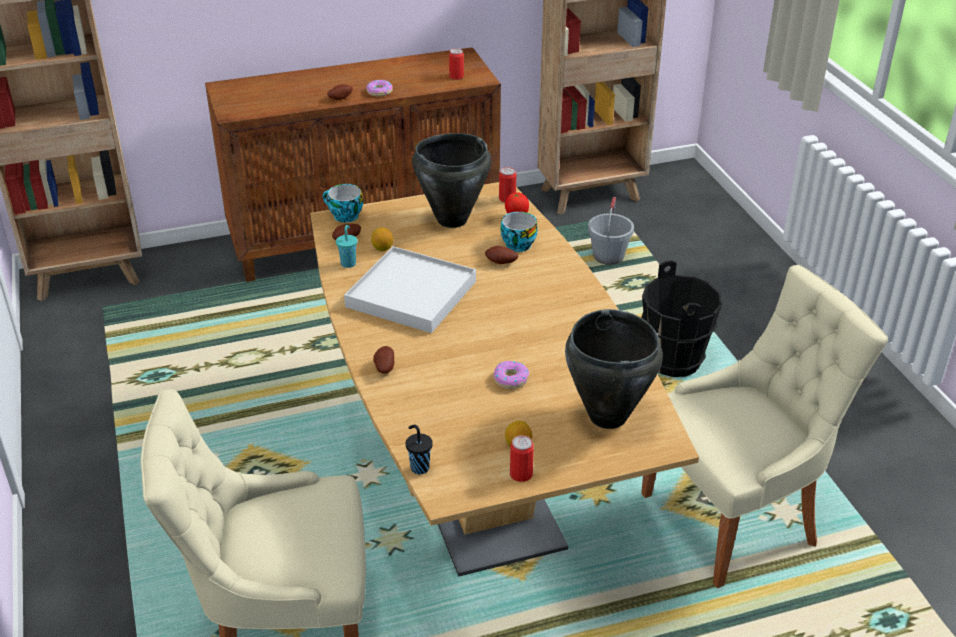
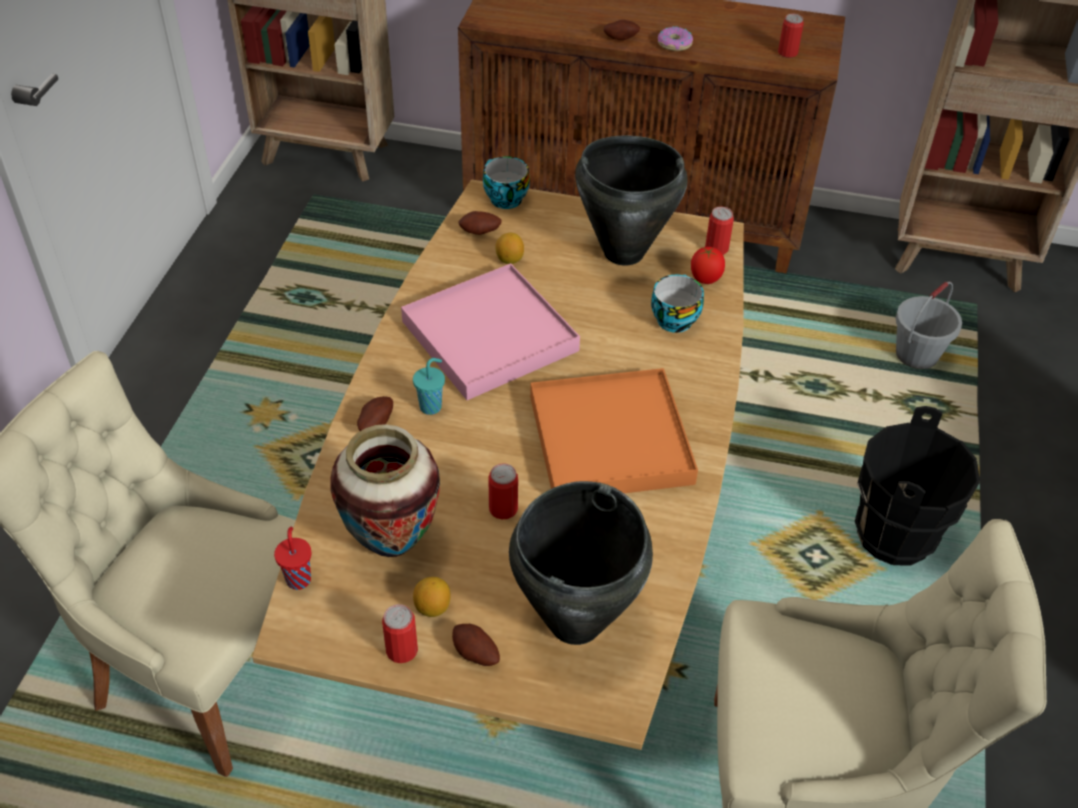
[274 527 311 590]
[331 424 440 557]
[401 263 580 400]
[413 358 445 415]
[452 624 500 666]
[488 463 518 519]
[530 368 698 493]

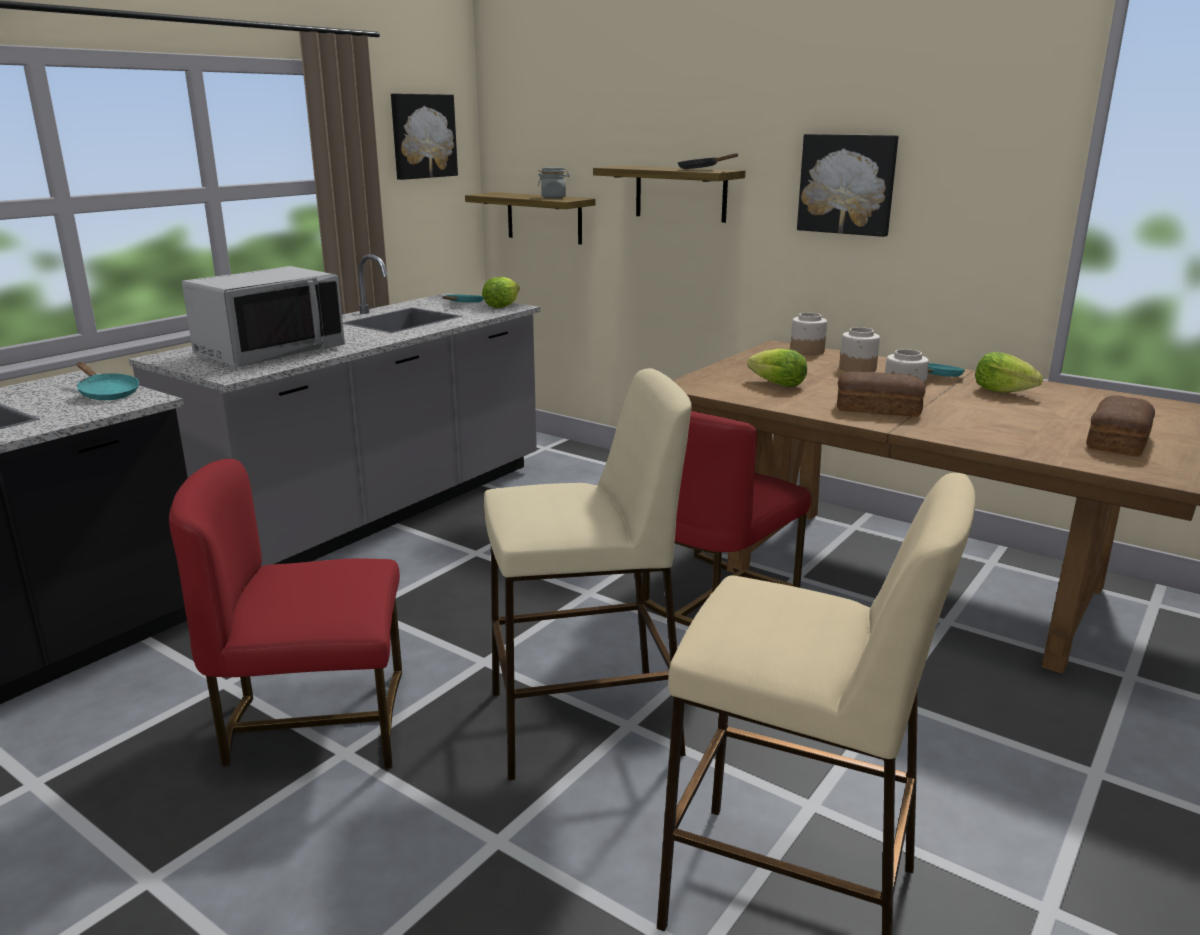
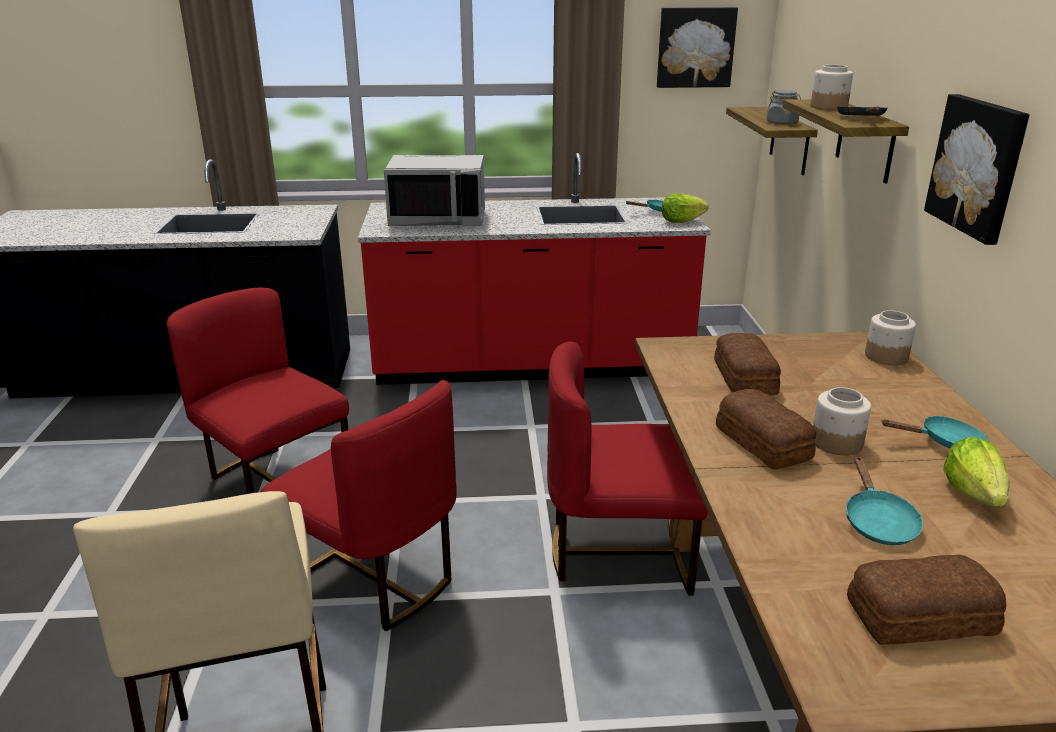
[261 380 457 631]
[358 153 711 385]
[714 333 781 396]
[811 65 853 110]
[846 455 923 545]

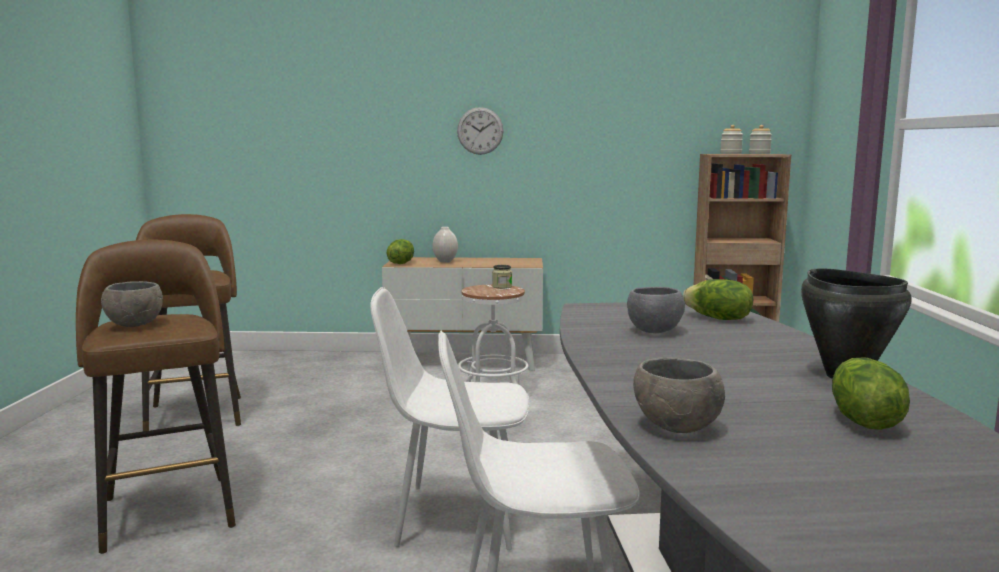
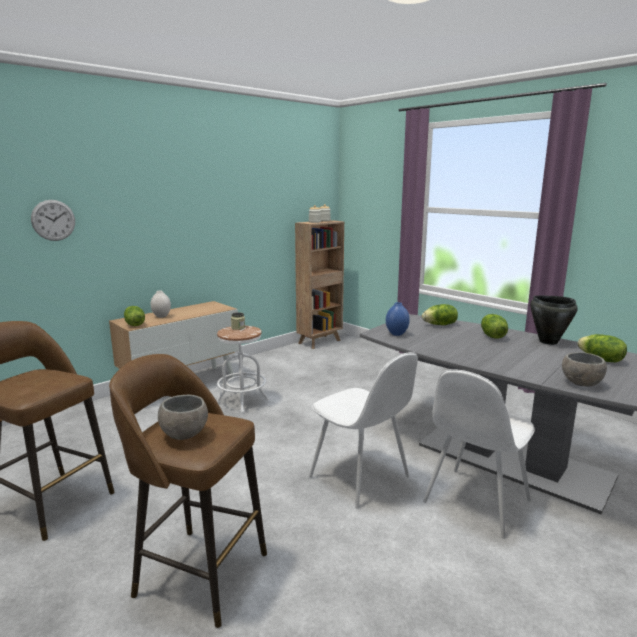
[31 200 75 241]
[309 352 418 508]
[386 302 410 336]
[481 314 508 339]
[627 287 685 333] (first image)

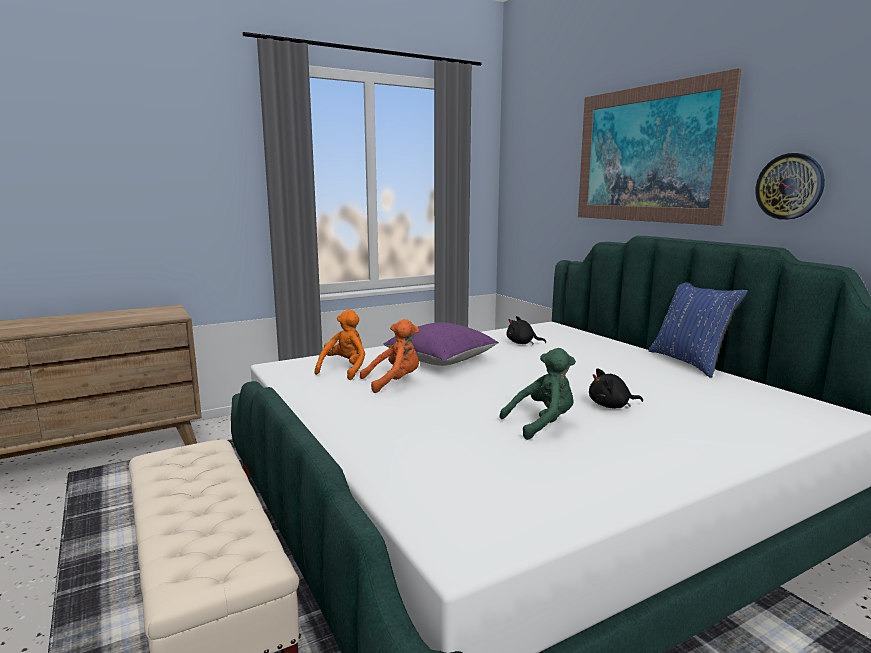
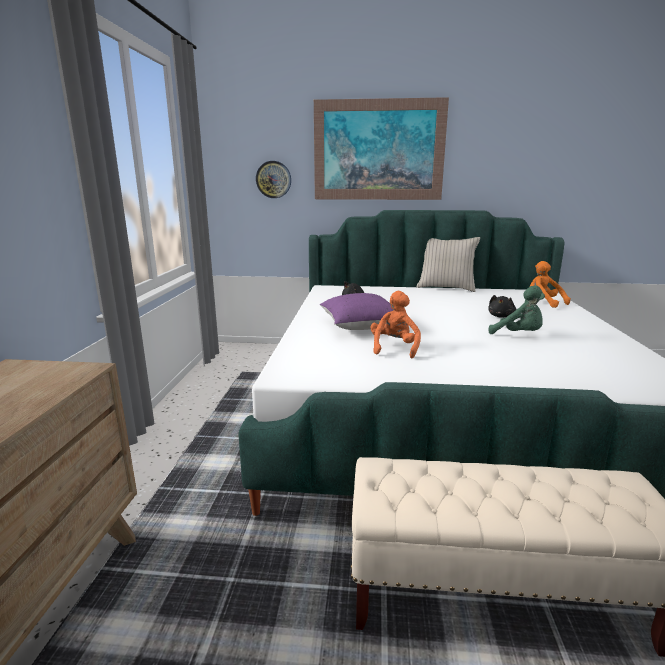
[256 161 291 198]
[417 237 480 292]
[489 285 545 334]
[530 261 571 308]

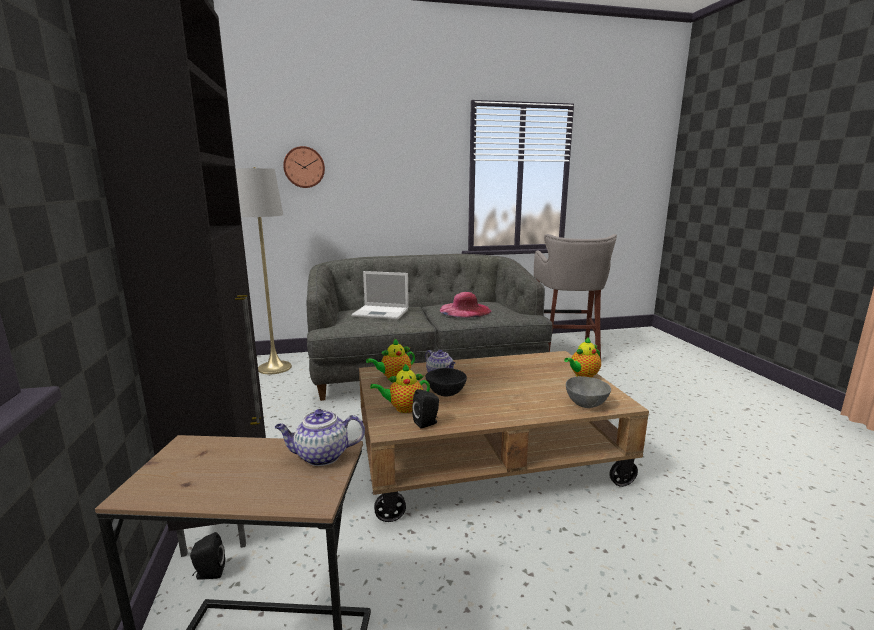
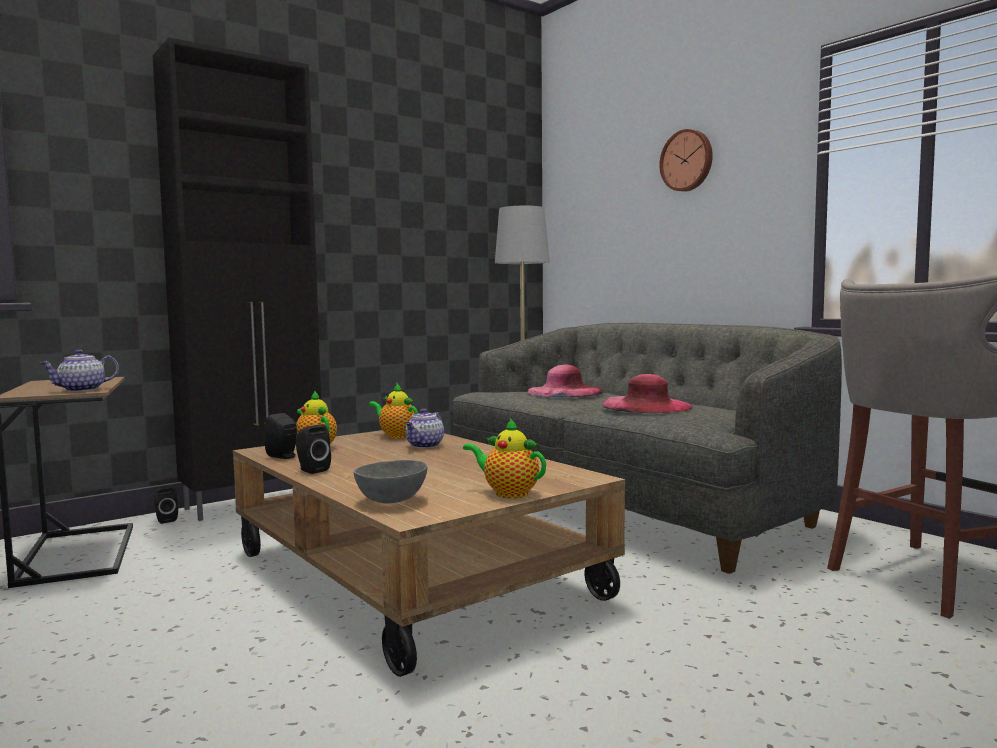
[40 349 119 392]
[296 424 331 474]
[527 365 604 397]
[659 129 713 192]
[426 368 467 397] (first image)

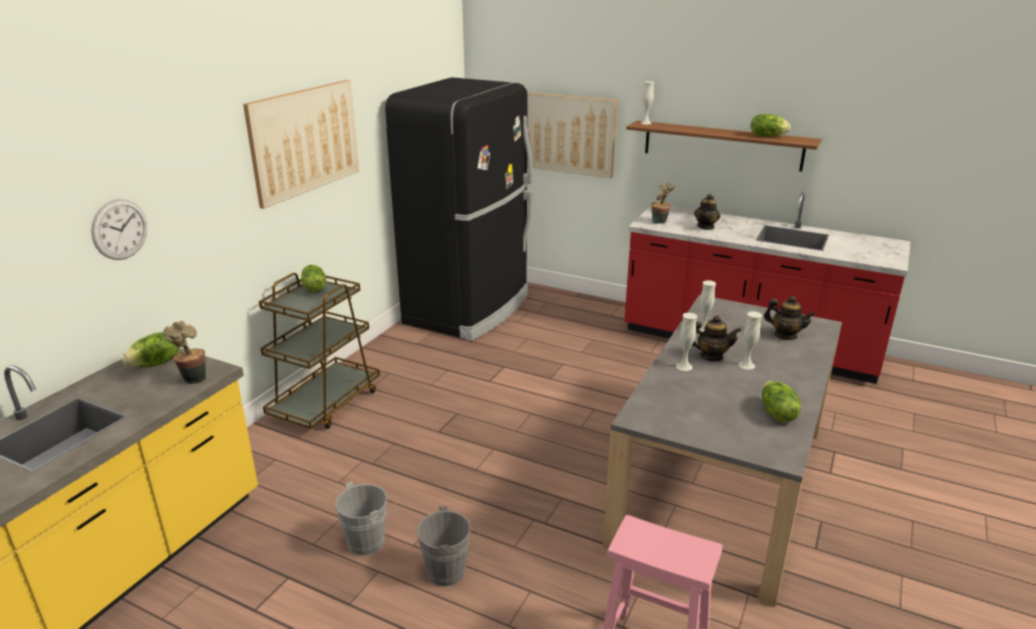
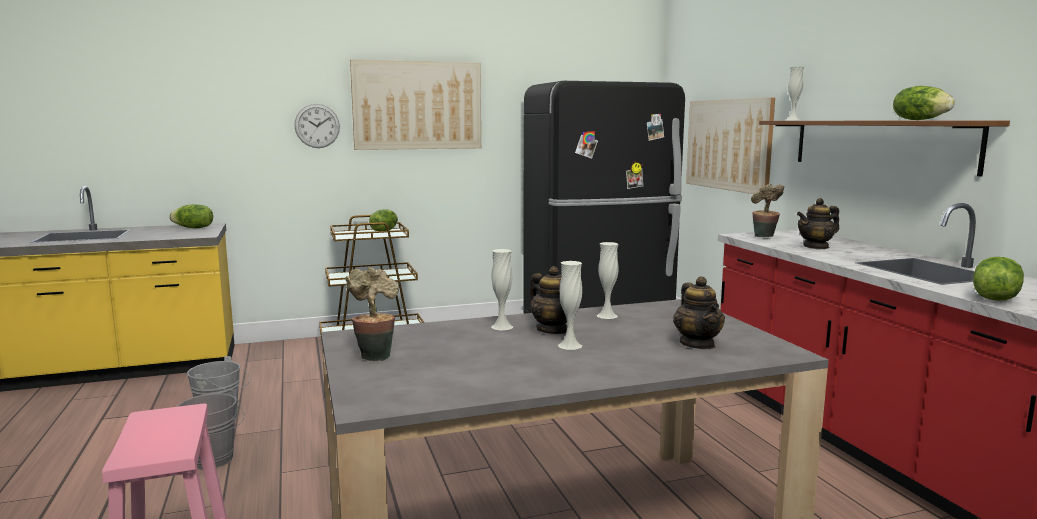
[294 104 340 148]
[345 267 399 361]
[973 257 1024 301]

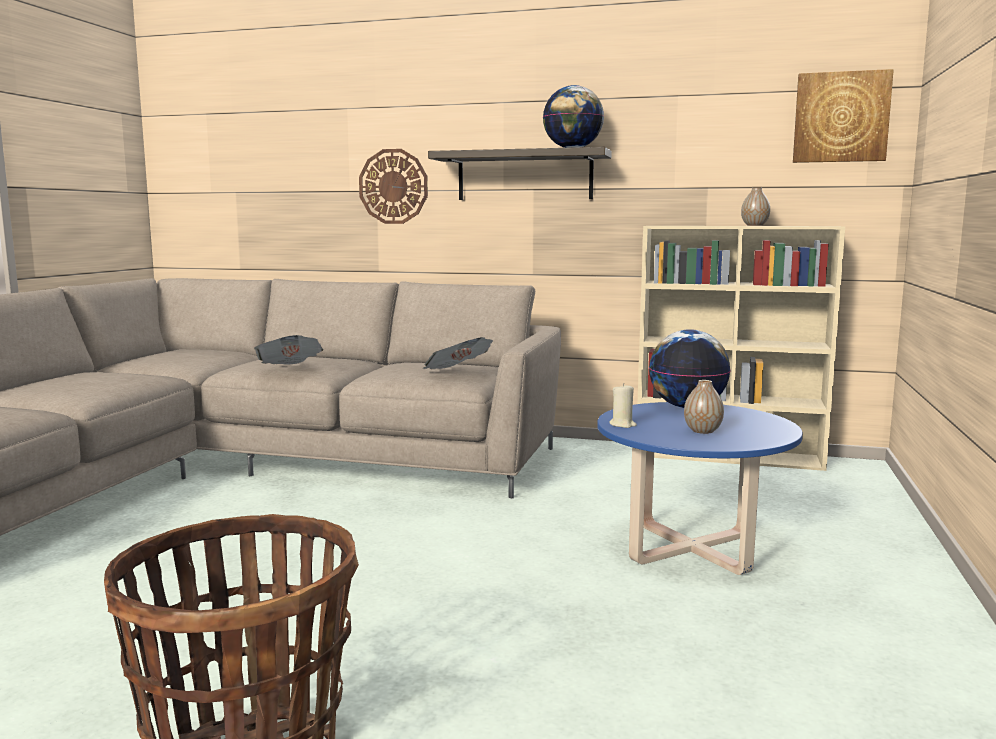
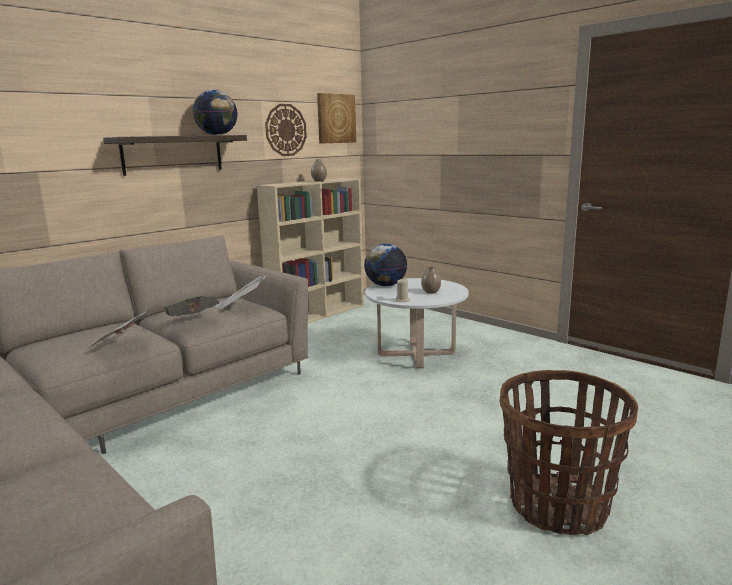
[164 296 219 316]
[265 104 307 156]
[365 278 469 369]

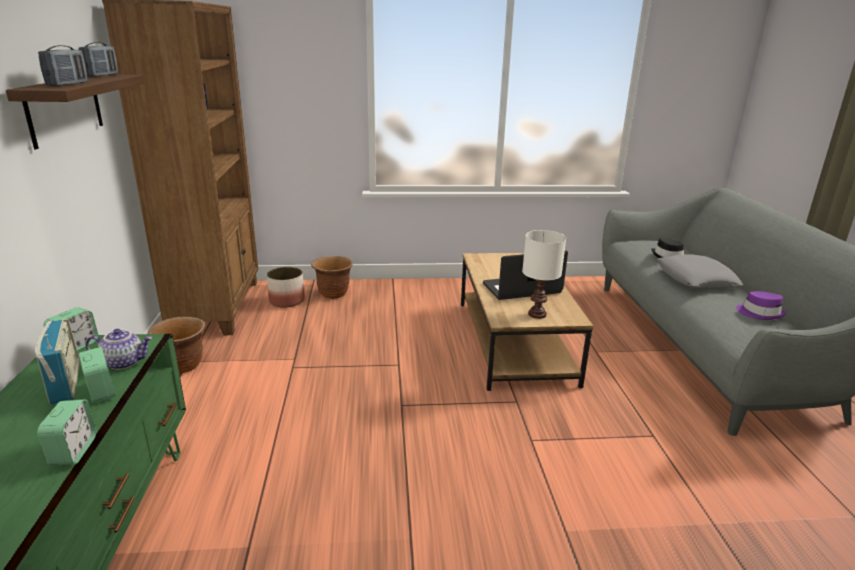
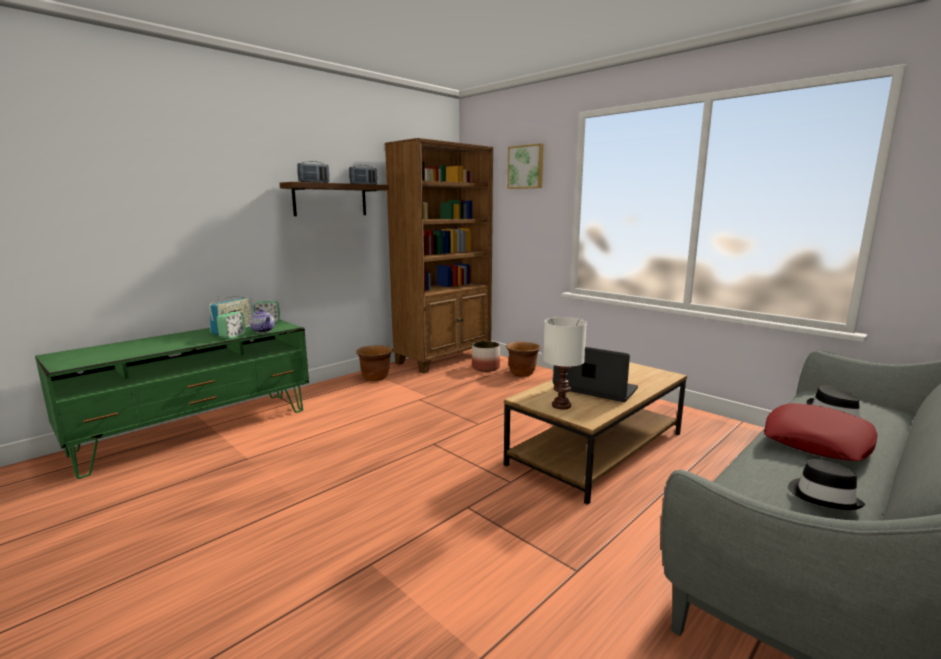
[507 143 544 189]
[764 403 878 461]
[788 459 865 510]
[37 400 96 466] (first image)

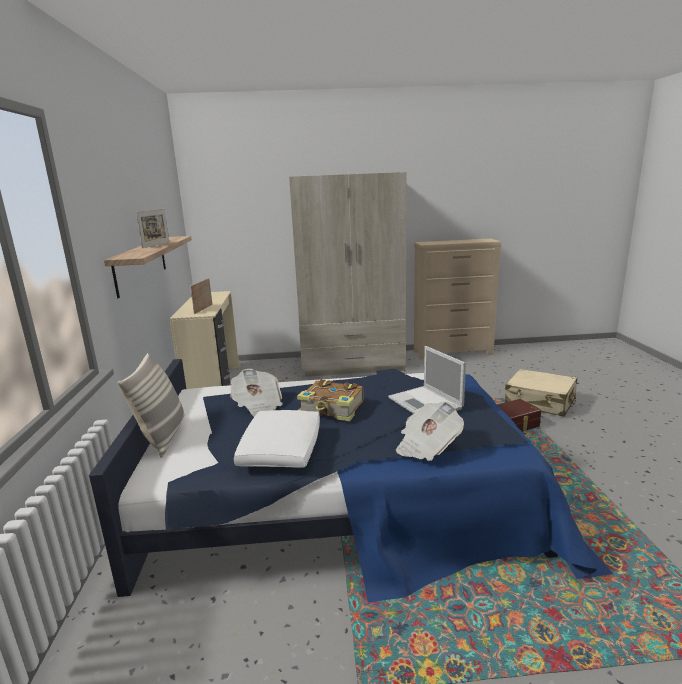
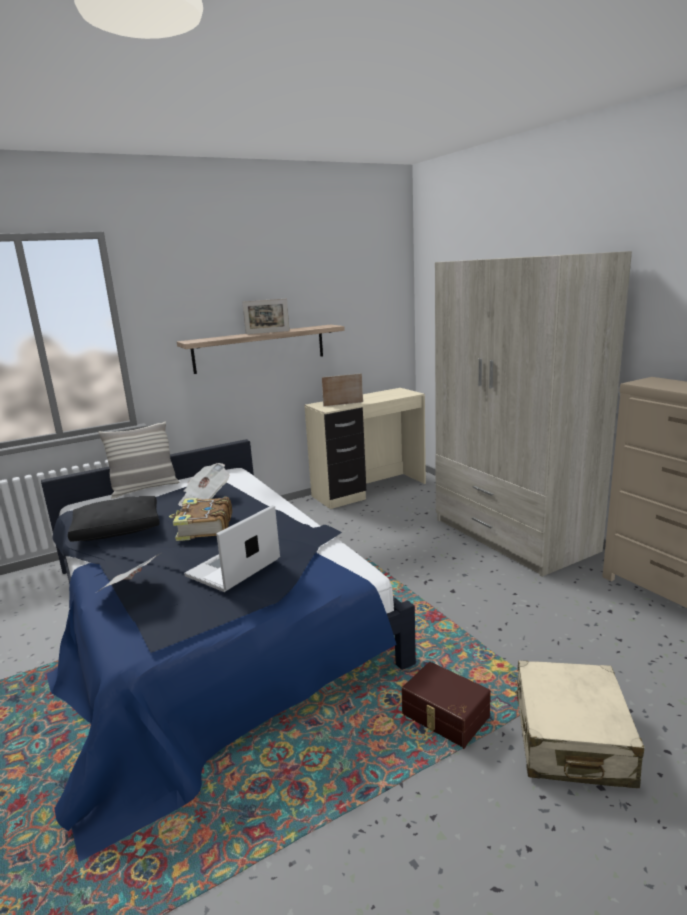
[68 496 160 541]

